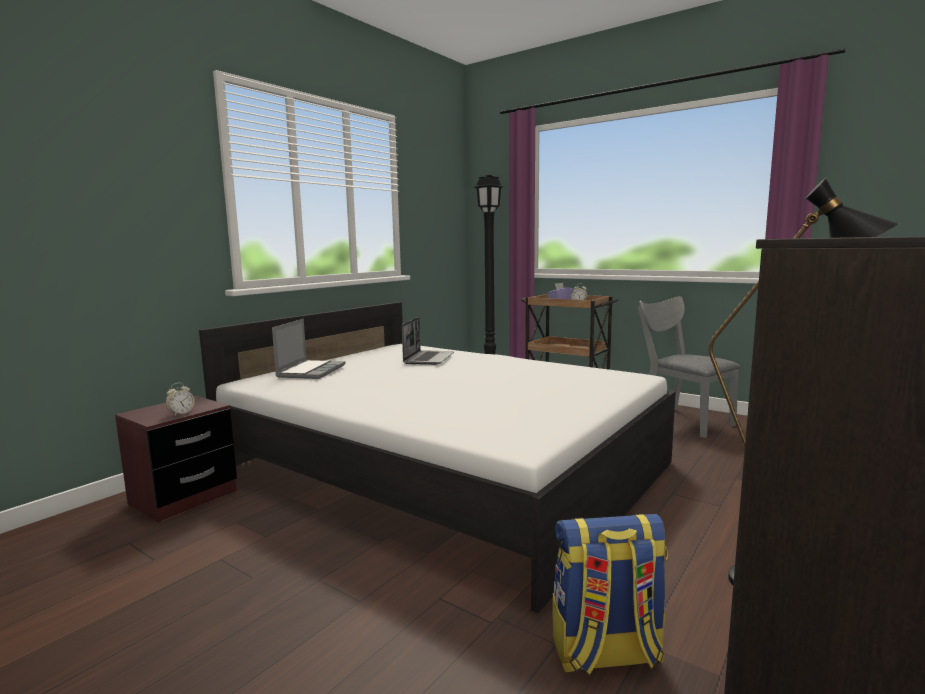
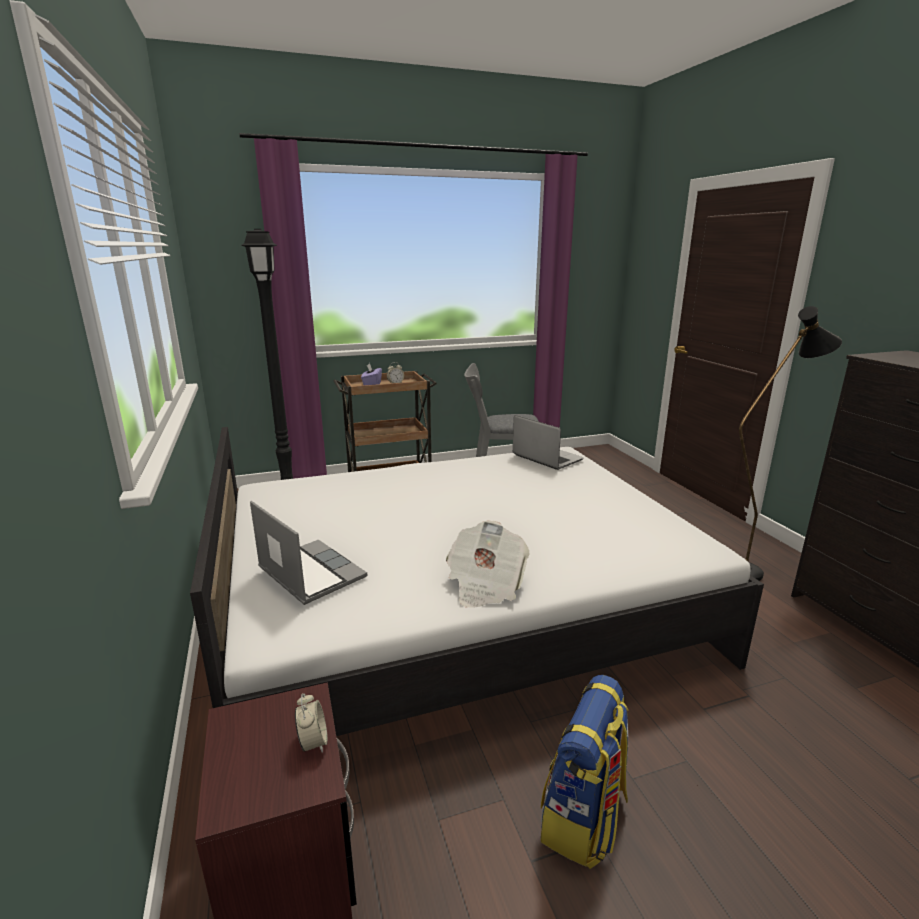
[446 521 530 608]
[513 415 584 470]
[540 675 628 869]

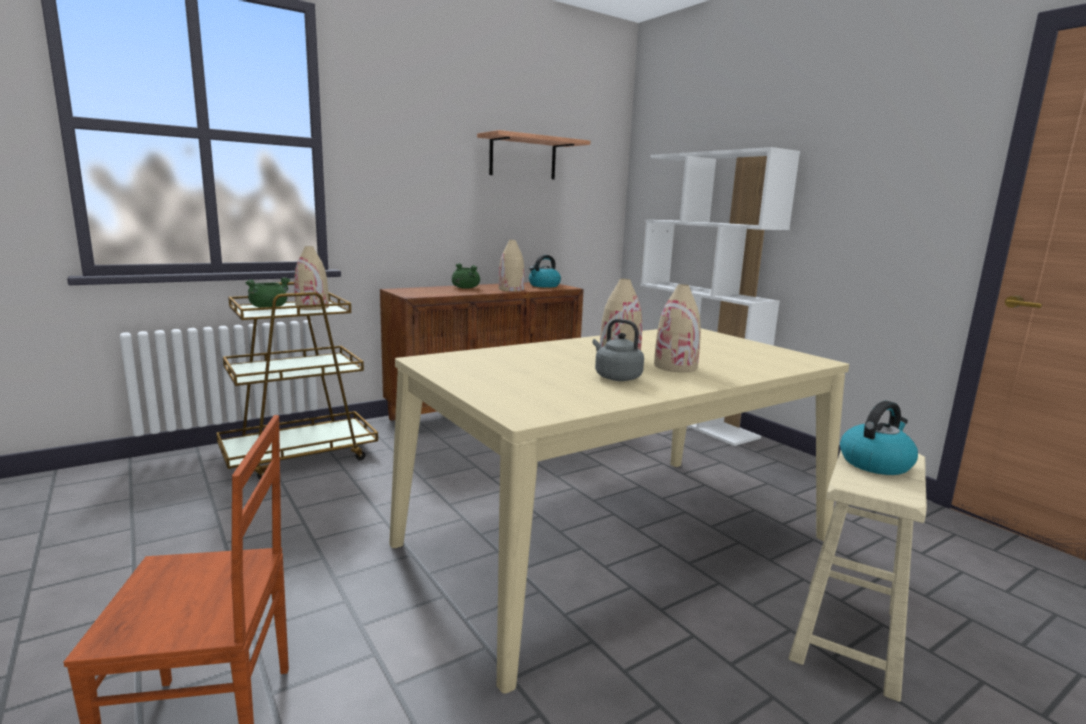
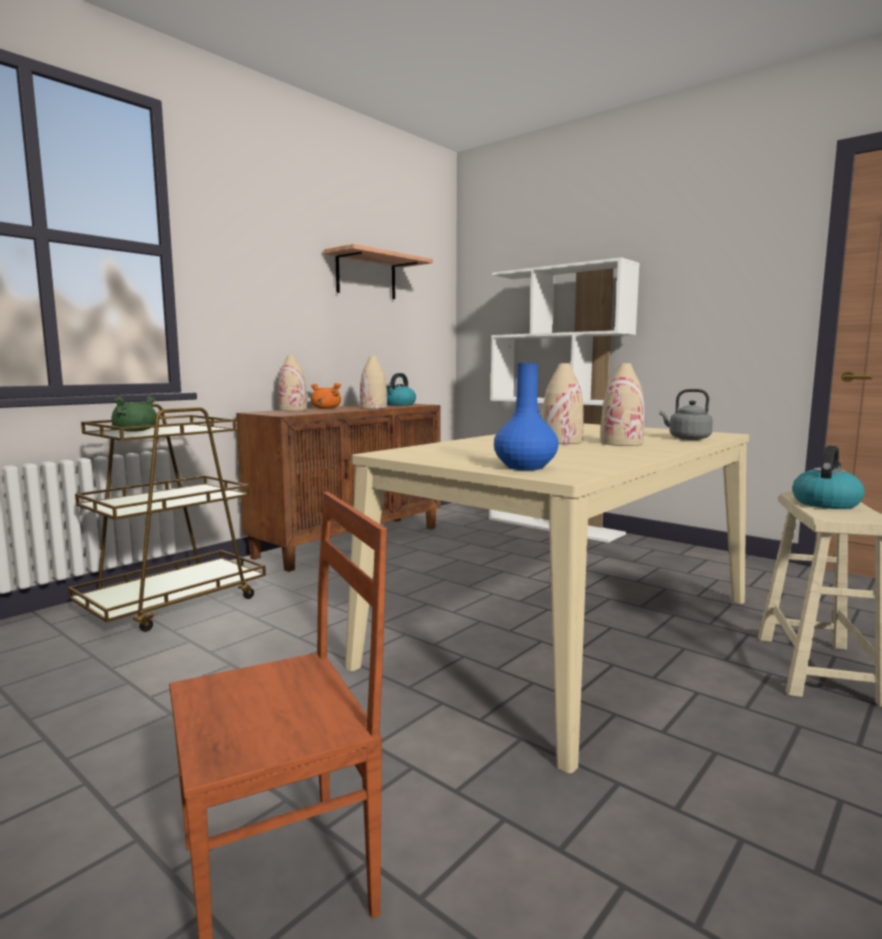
[278 356 307 411]
[311 383 341 409]
[494 363 558 470]
[660 389 713 440]

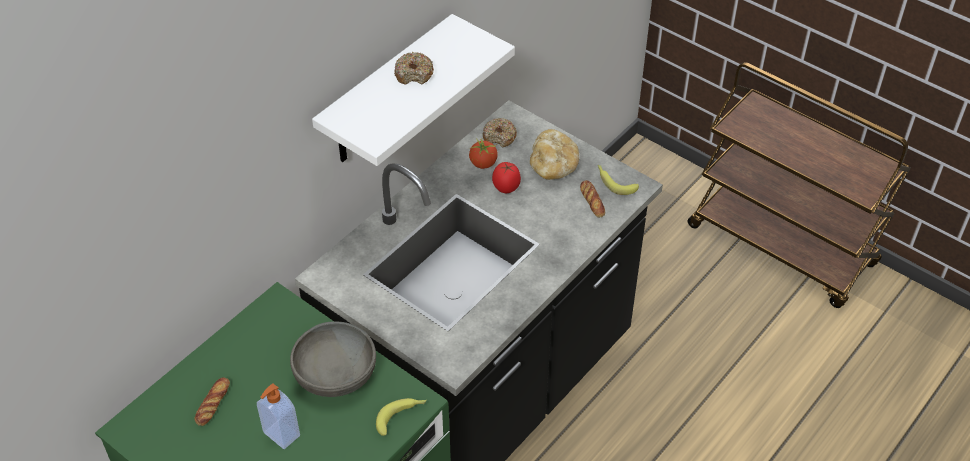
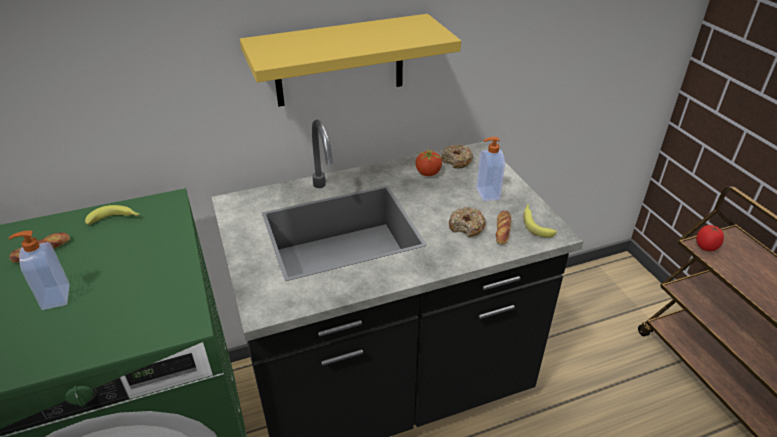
[85 205 140 225]
[240 14 461 107]
[449 207 486 237]
[476 137 505 201]
[696 225 724 251]
[290 321 376 397] (first image)

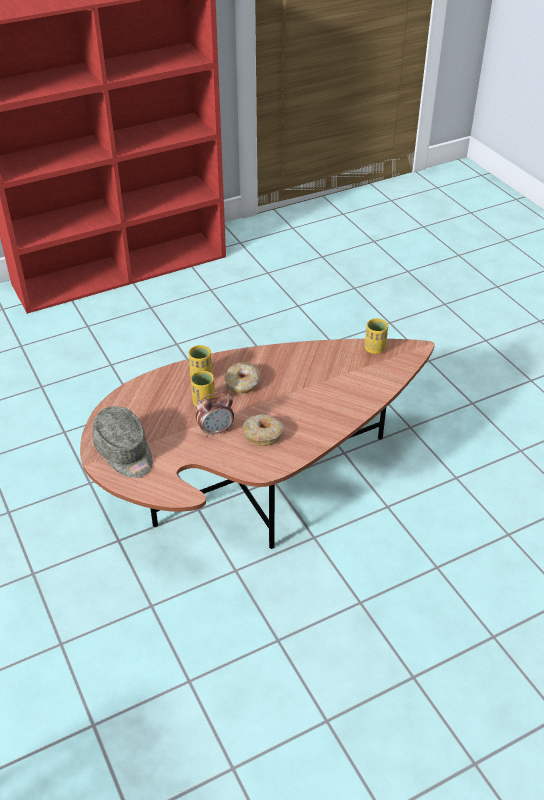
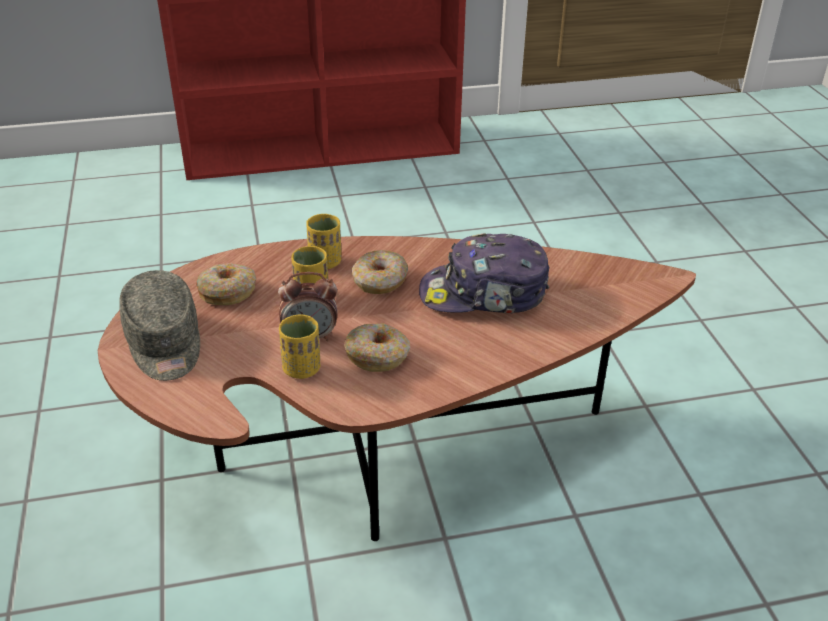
[196 263 256 305]
[279 315 320 379]
[419 233 549 313]

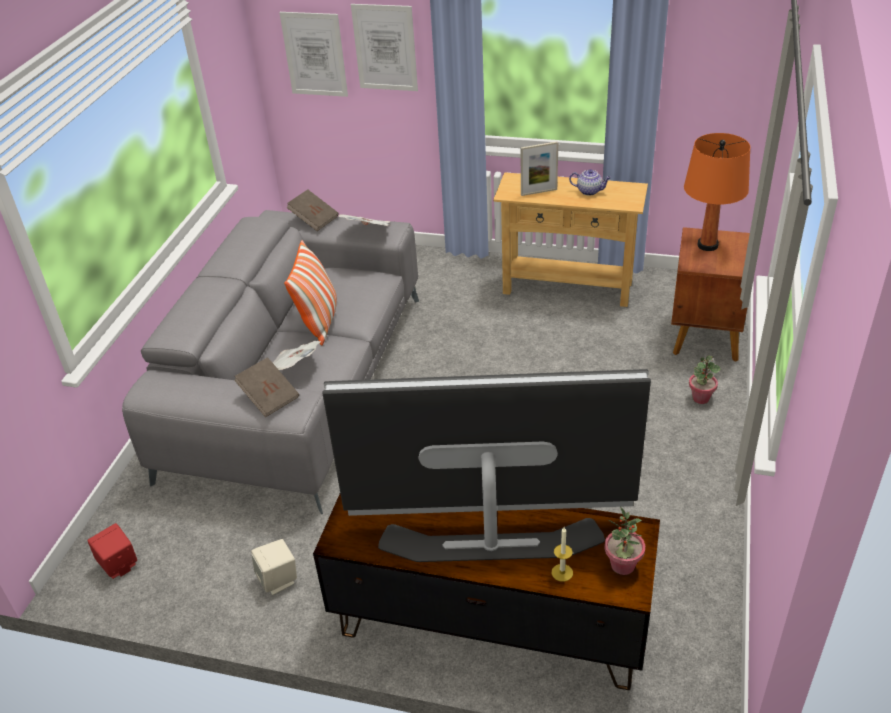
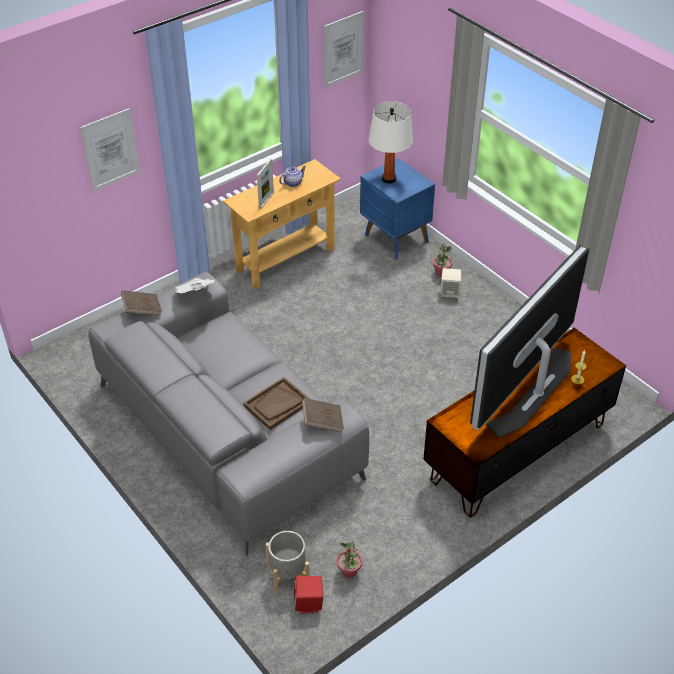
[243 377 310 430]
[266 531 310 594]
[324 11 364 88]
[337 541 362 578]
[360 158 435 259]
[369 101 413 183]
[440 268 461 298]
[284 240 337 346] (first image)

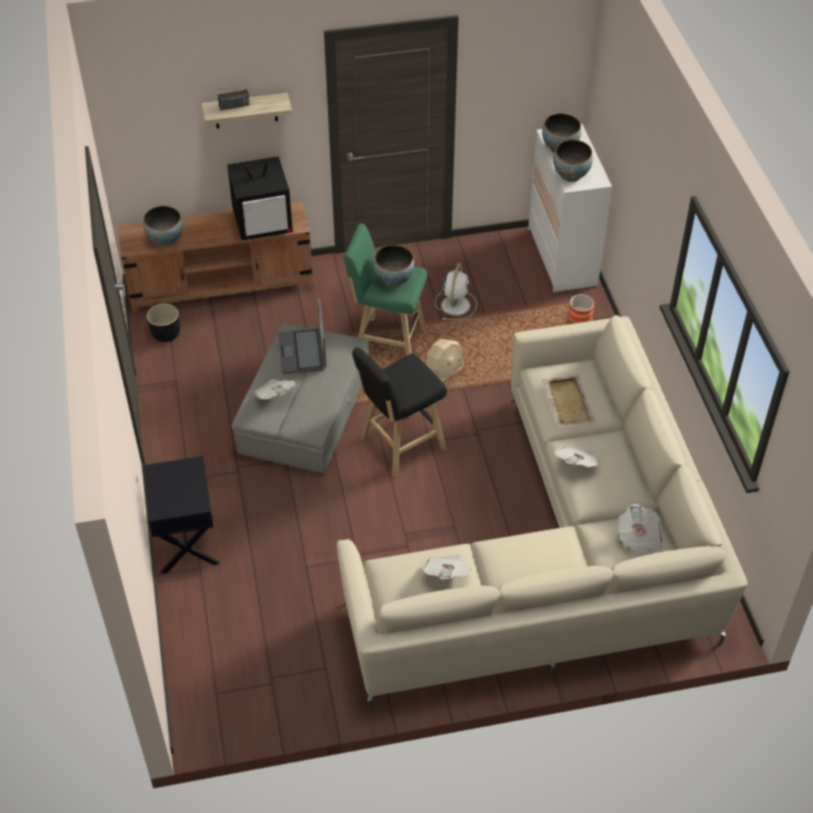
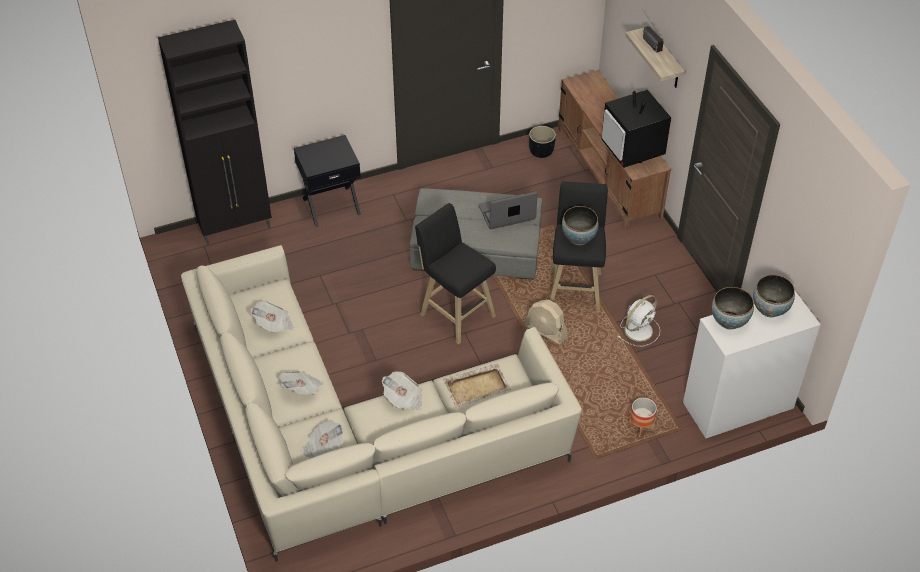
[158 20 272 245]
[279 371 323 395]
[549 181 608 313]
[618 295 660 346]
[143 206 183 247] (first image)

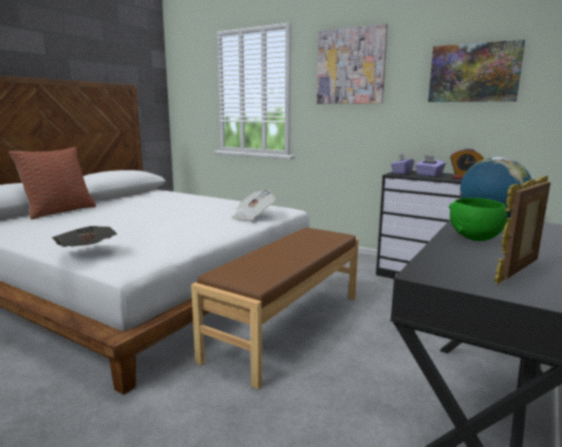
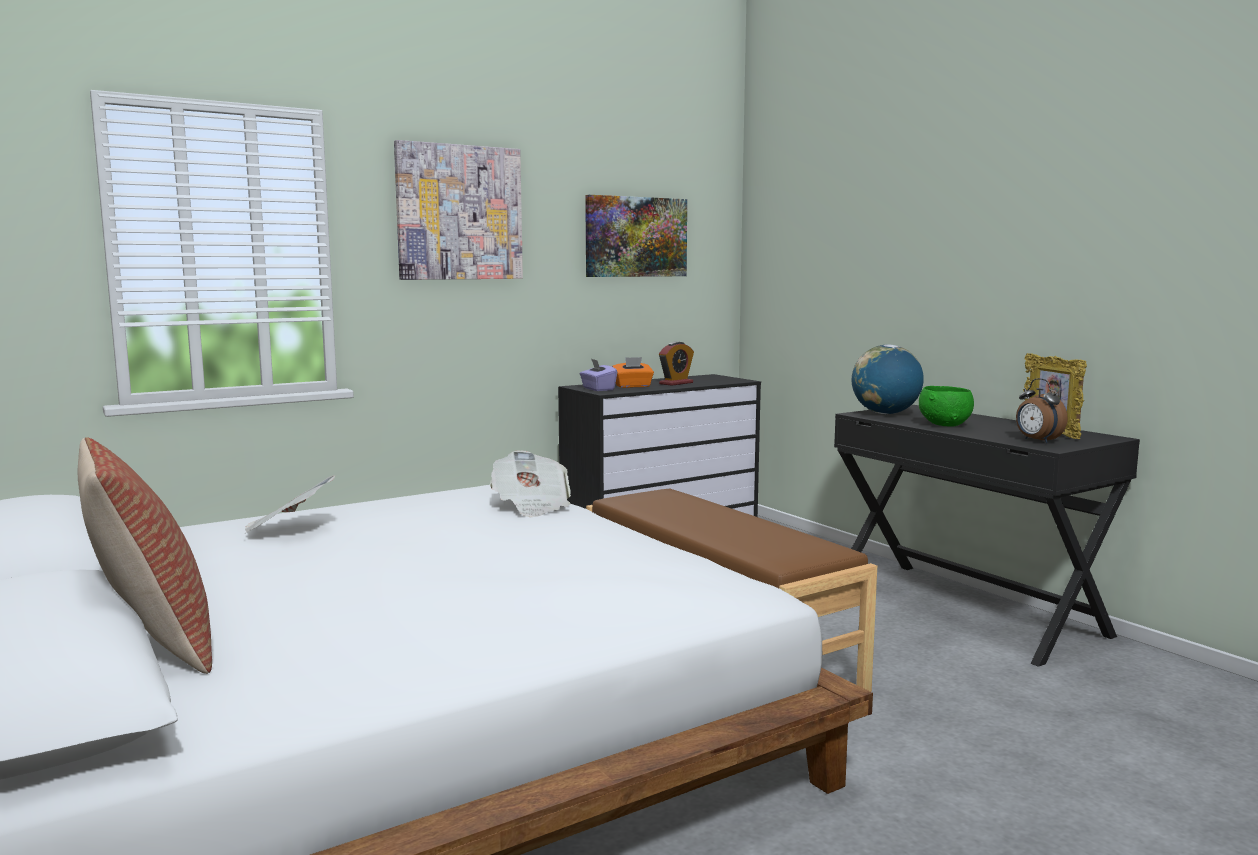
[245 475 335 533]
[612 357 654 388]
[1016 378 1067 443]

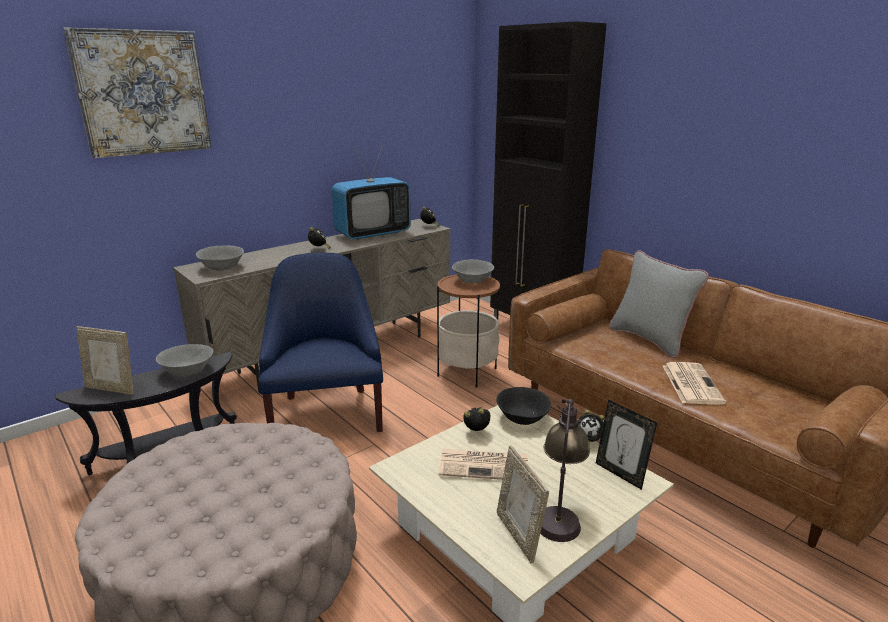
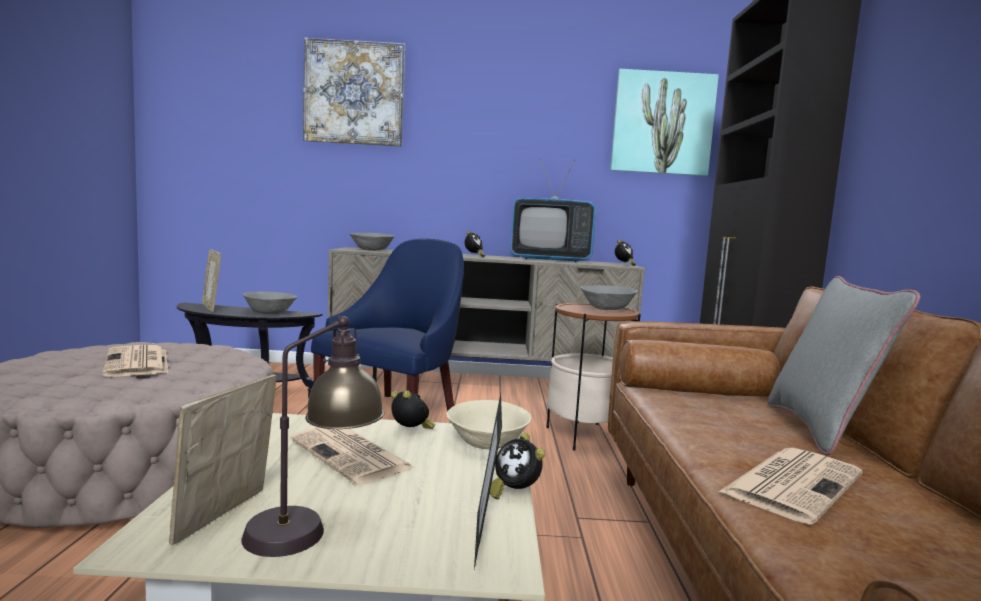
[102 345 168 377]
[446 400 531 449]
[610 69 719 176]

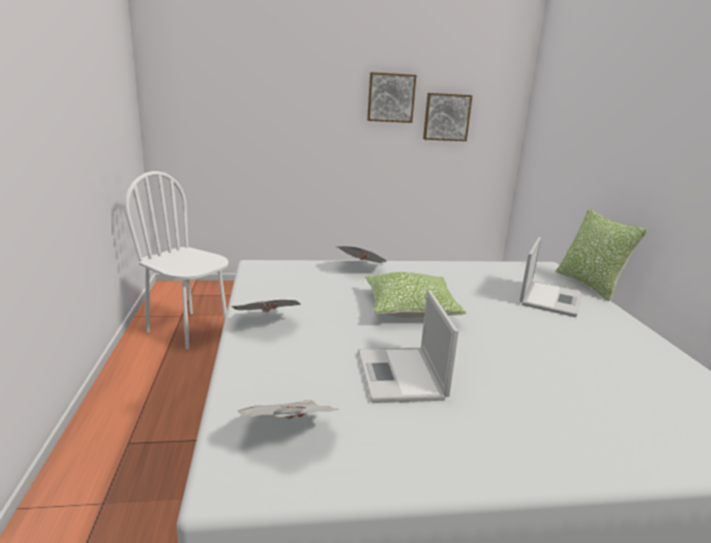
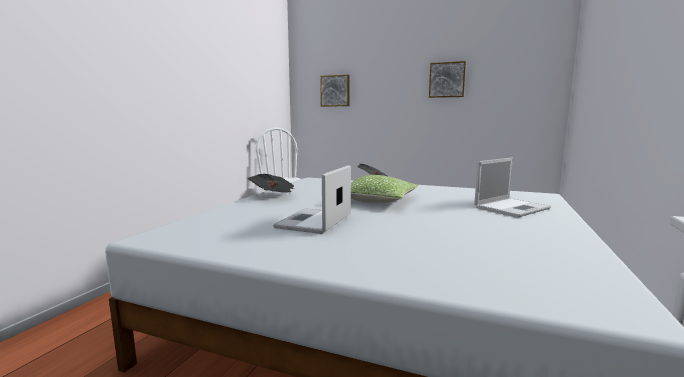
[320 75 350 107]
[237 400 339 419] (first image)
[556 209 648 301] (first image)

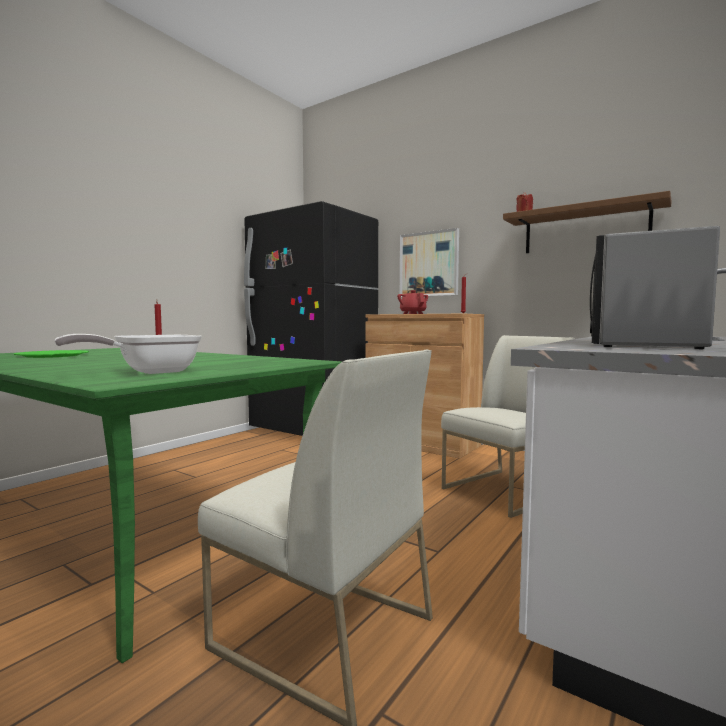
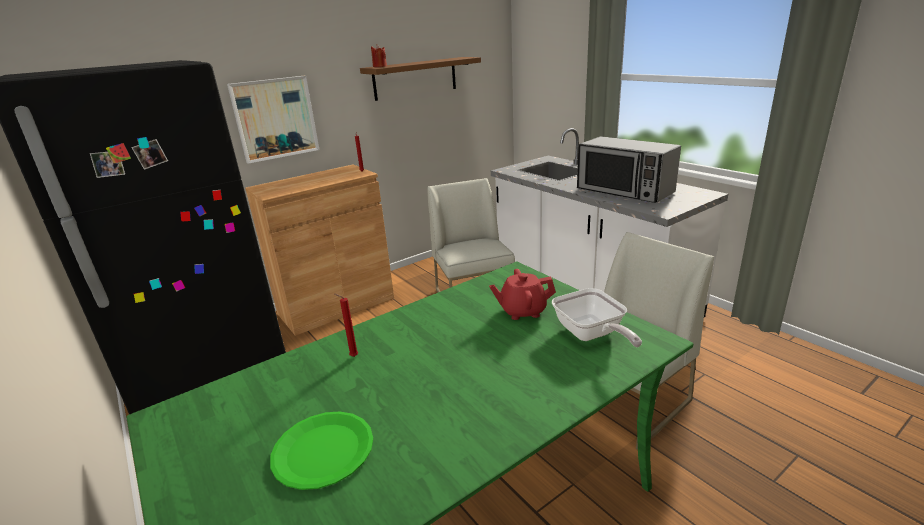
[489 269 556 320]

